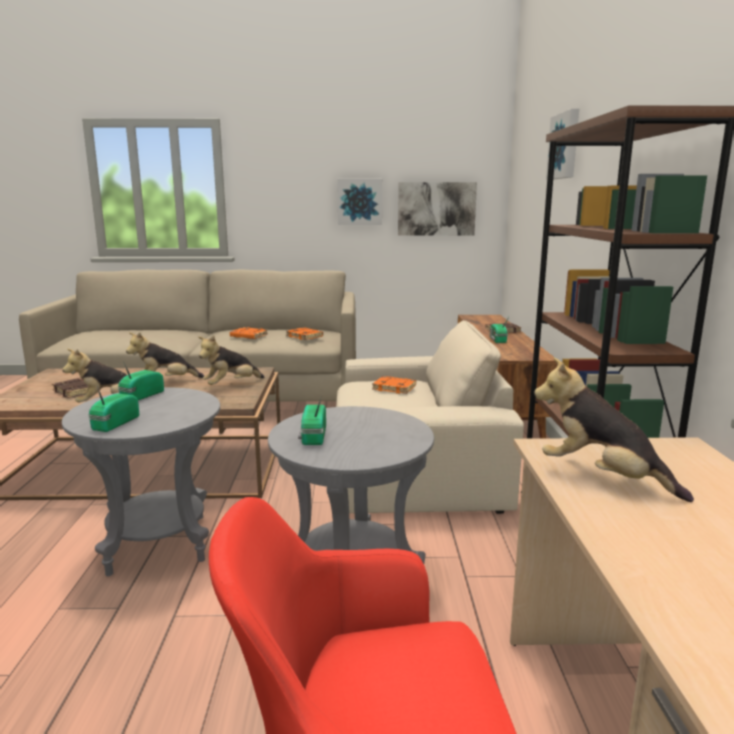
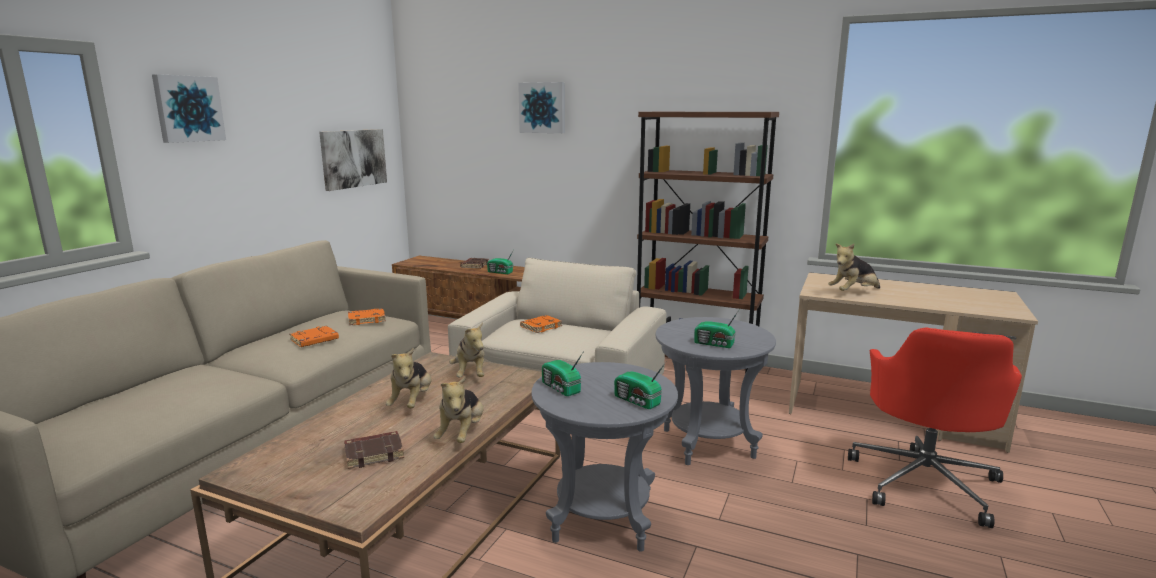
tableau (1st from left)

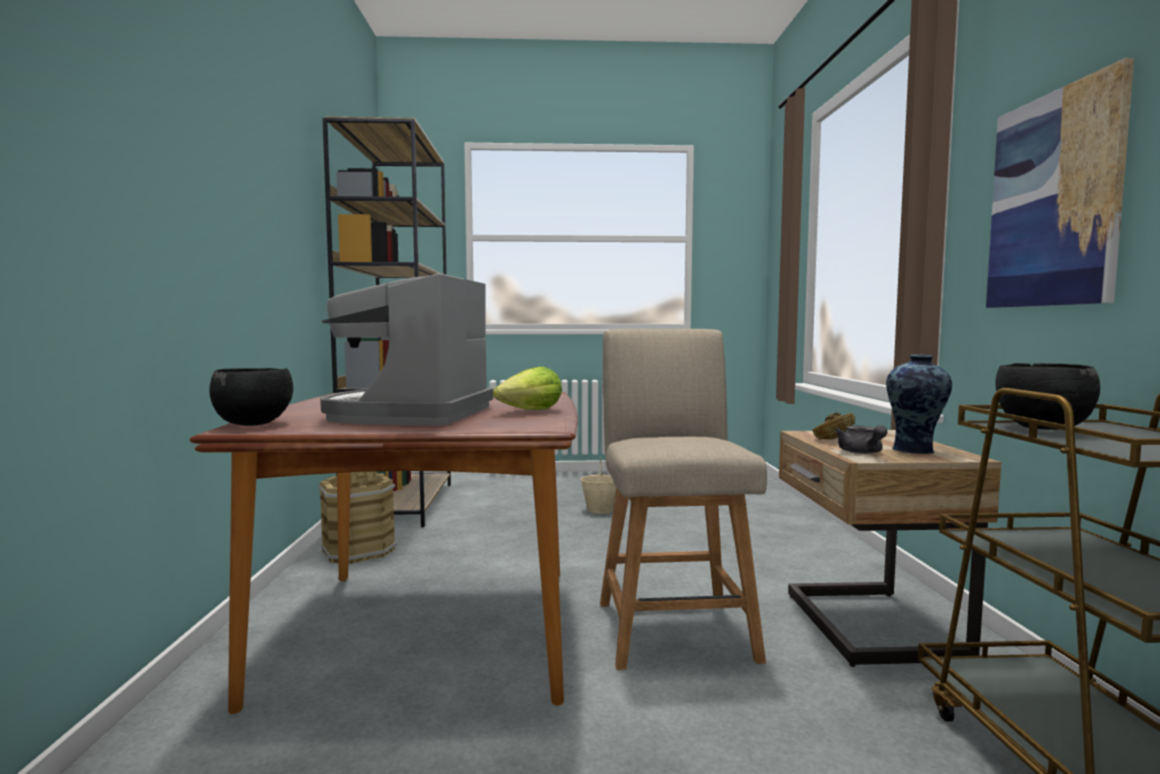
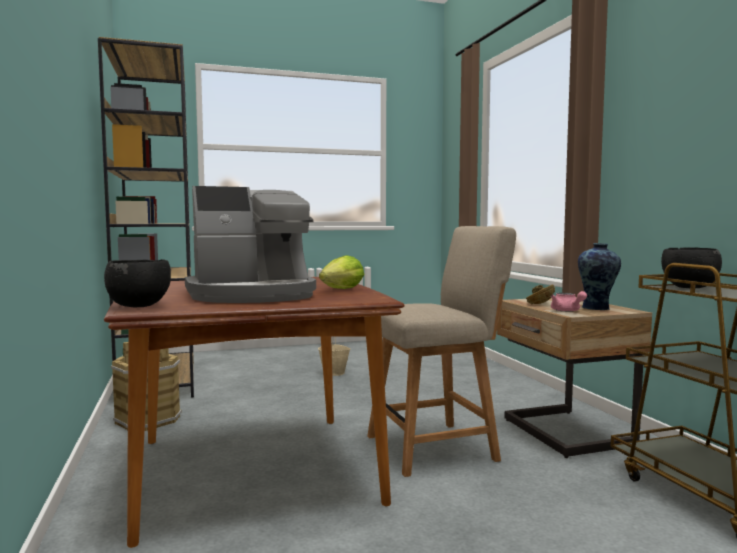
tableau
théière (rose)
machine à café
chaise (beige)

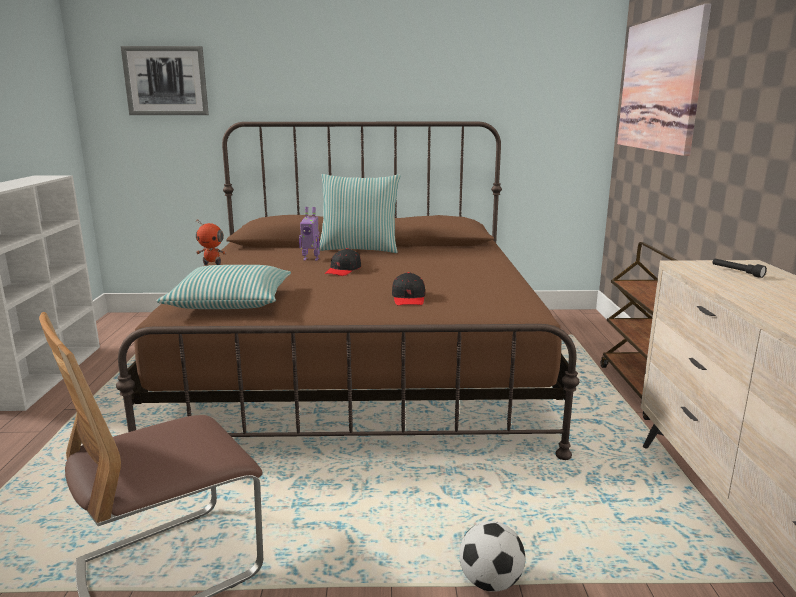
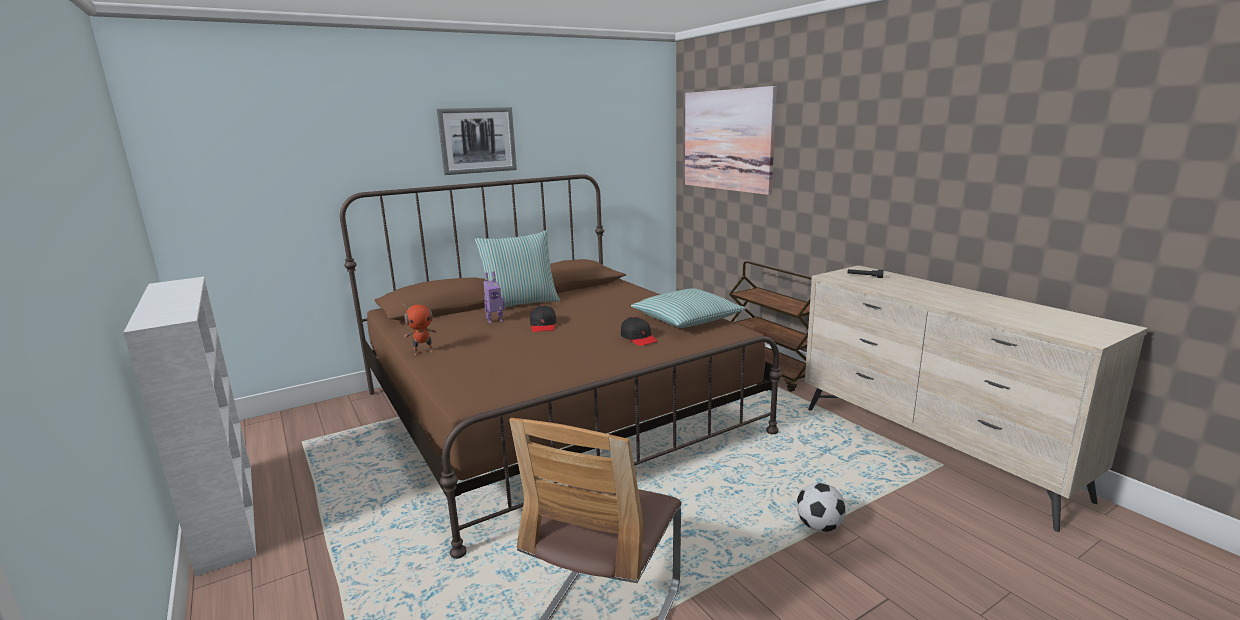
tableau (1st from left)
coussin (2nd from left)

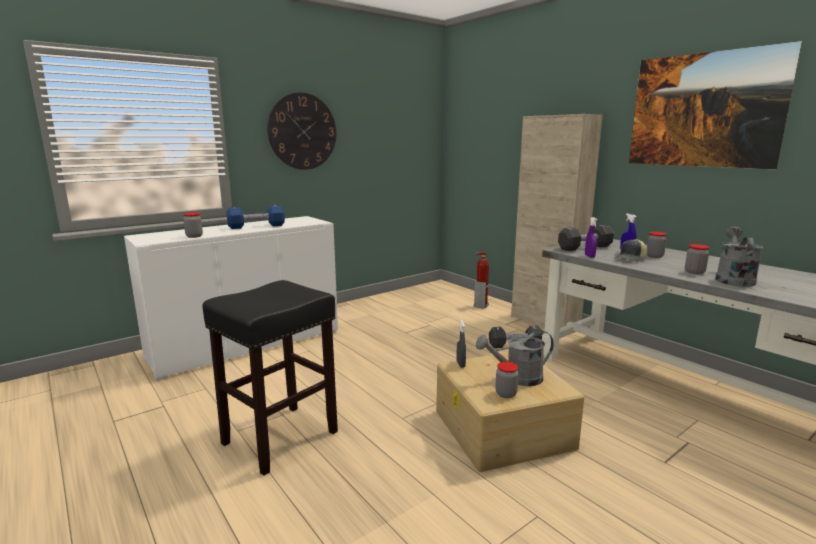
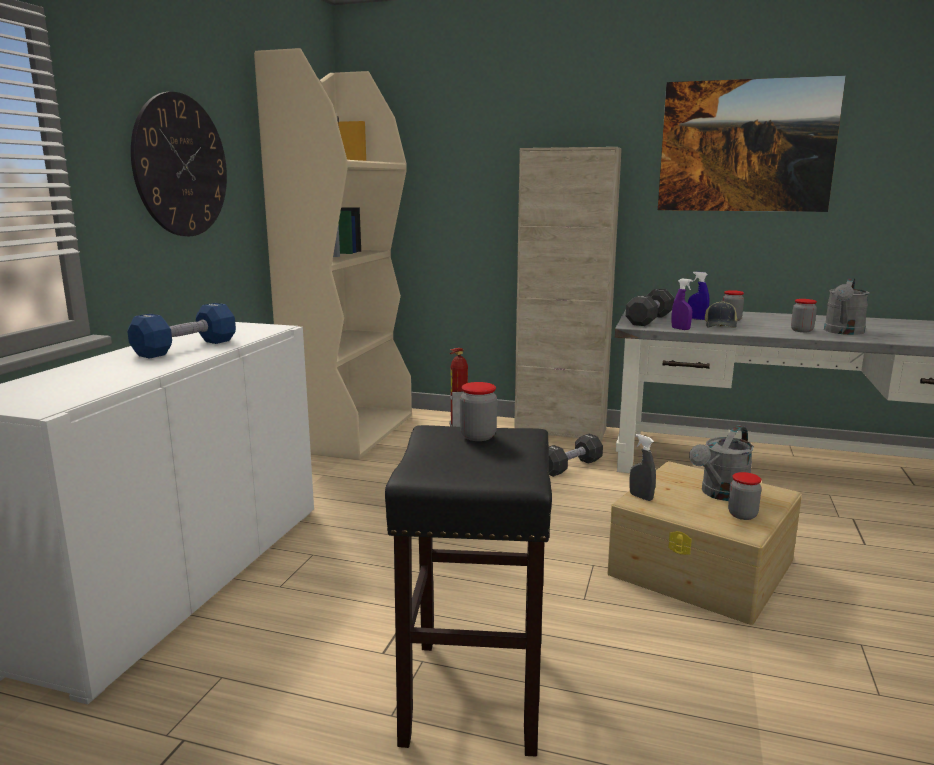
bibliothèque (beige)
bocal (1st from left)
arrosoir (gris) (2nd from left)

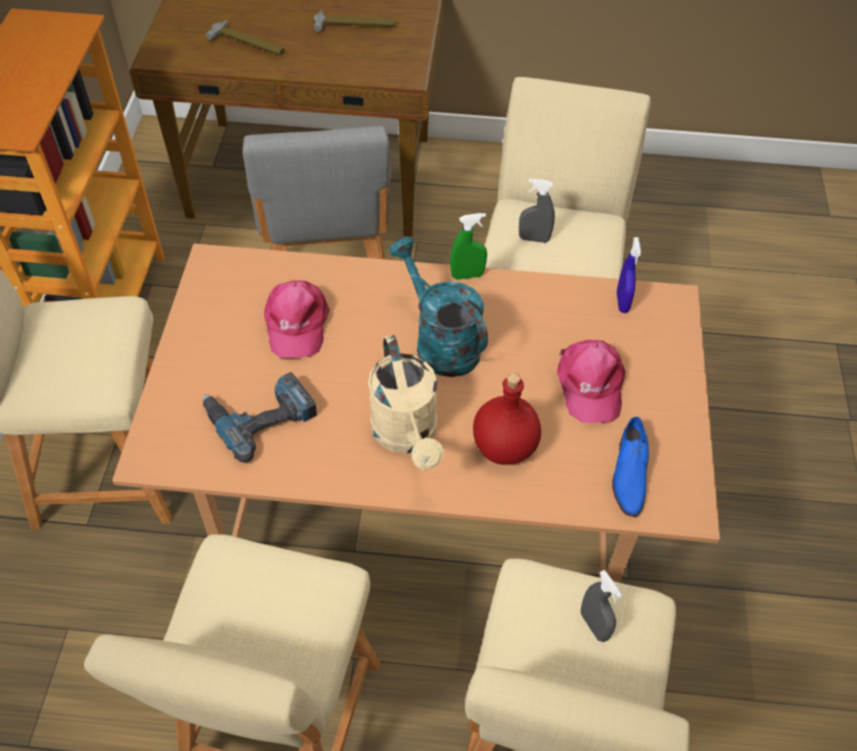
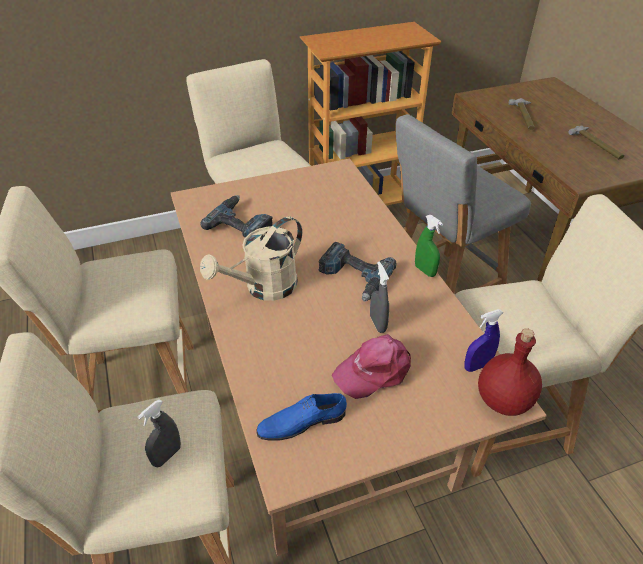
casquette (rose) (1st from left in the first image)
bouteille (rouge)
vaporisateur (gris) (2nd from left)
perceuse (2nd from left)

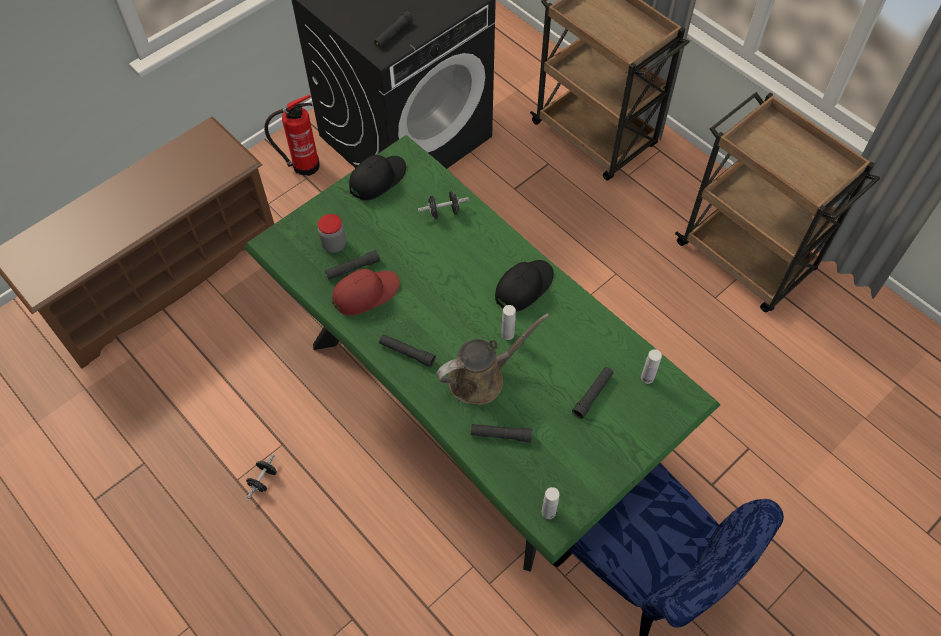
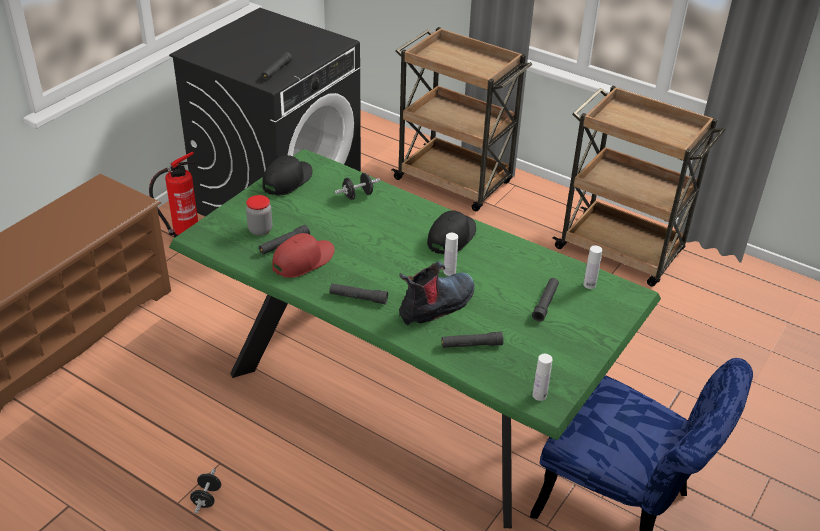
botte

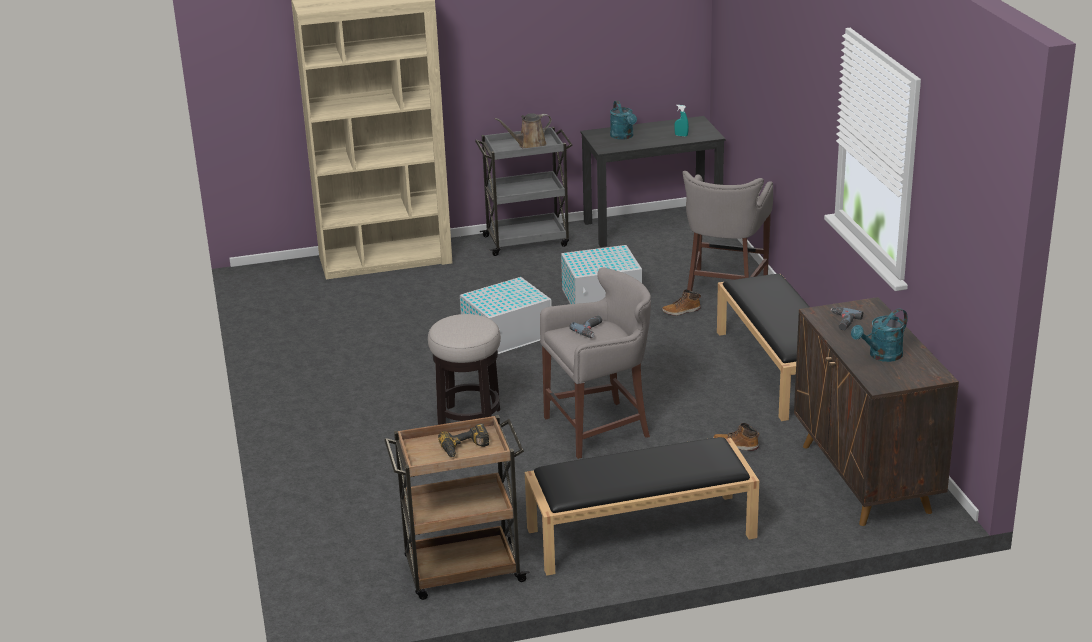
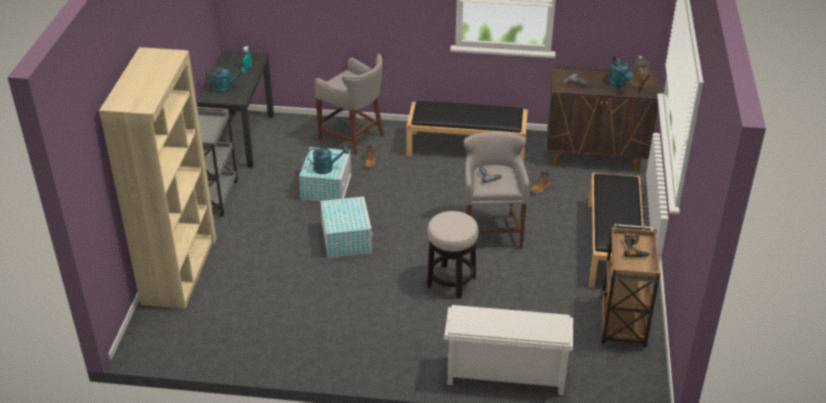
arrosoir (turquoise) (2nd from left)
étagère à chaussures (blanc)
arrosoir (marron)

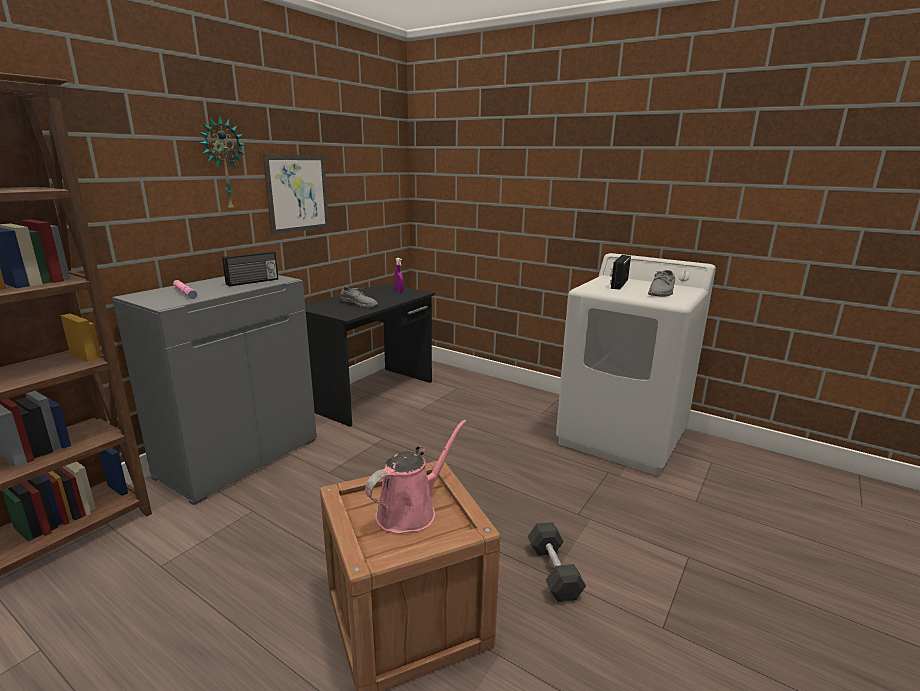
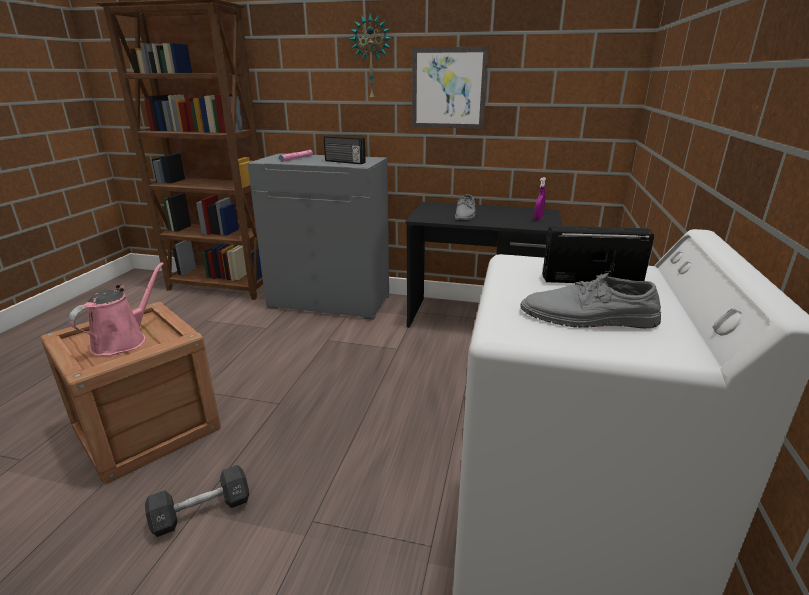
arrosoir (rose)

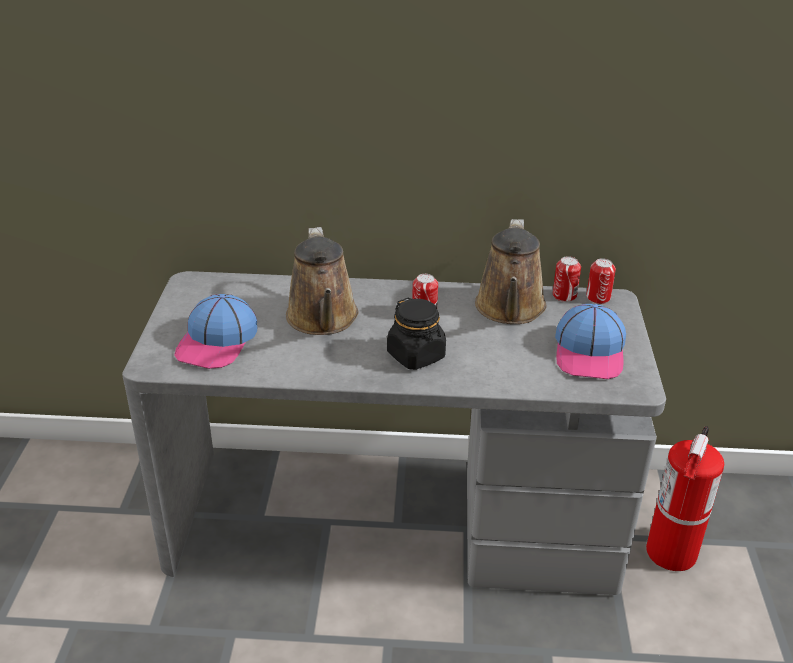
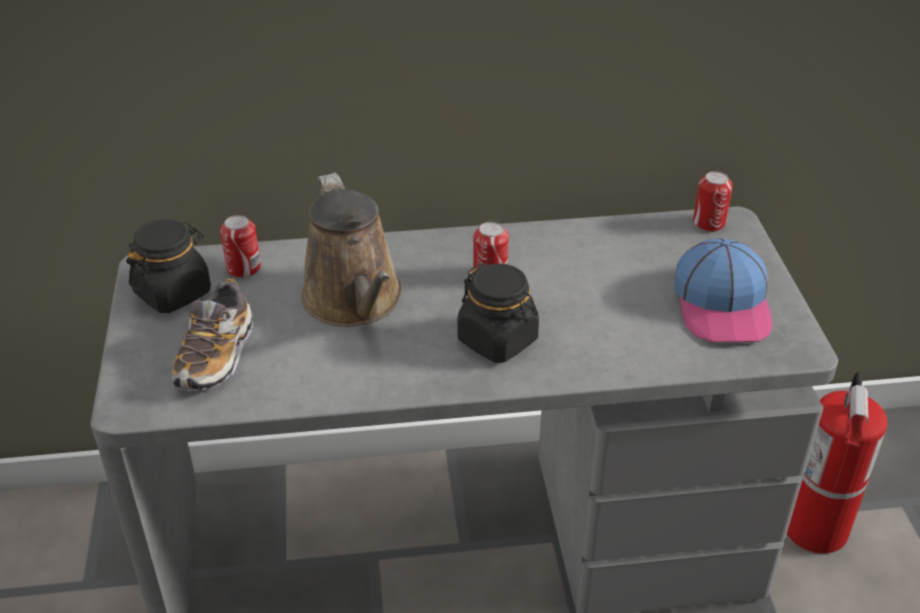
arrosoir (marron) (2nd from left in the first image)
bocal (noir) (1st from left)
boîte métallique (1st from left)
chaussure

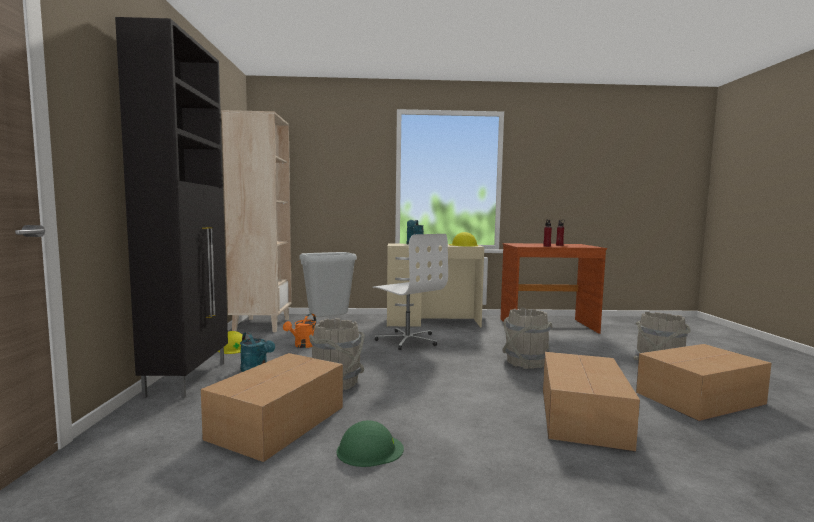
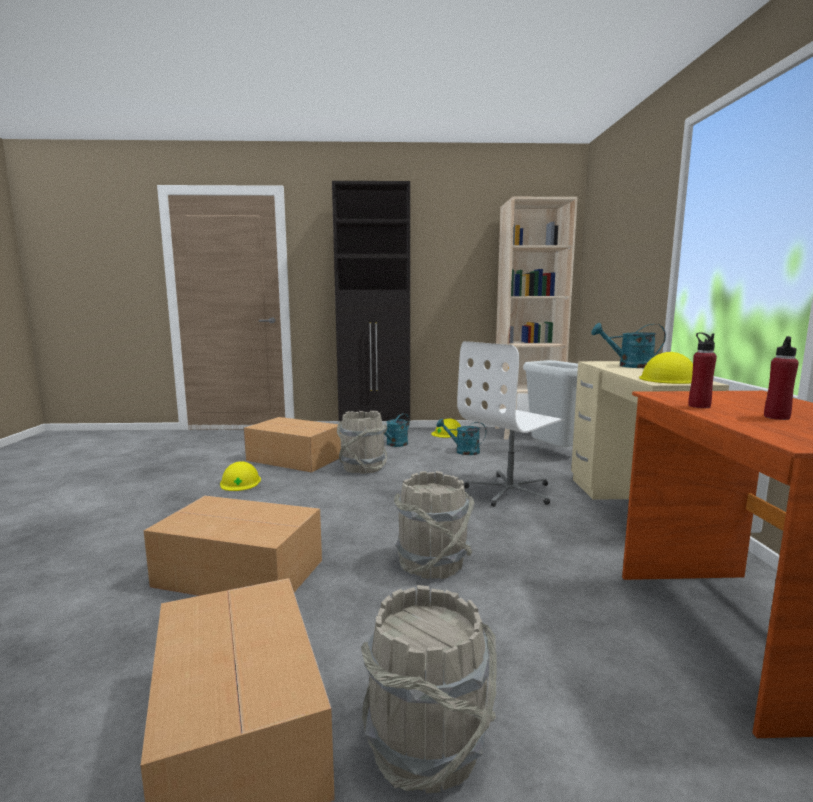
arrosoir (turquoise) (2nd from left)
casque de chantier (jaune) (1st from left)

